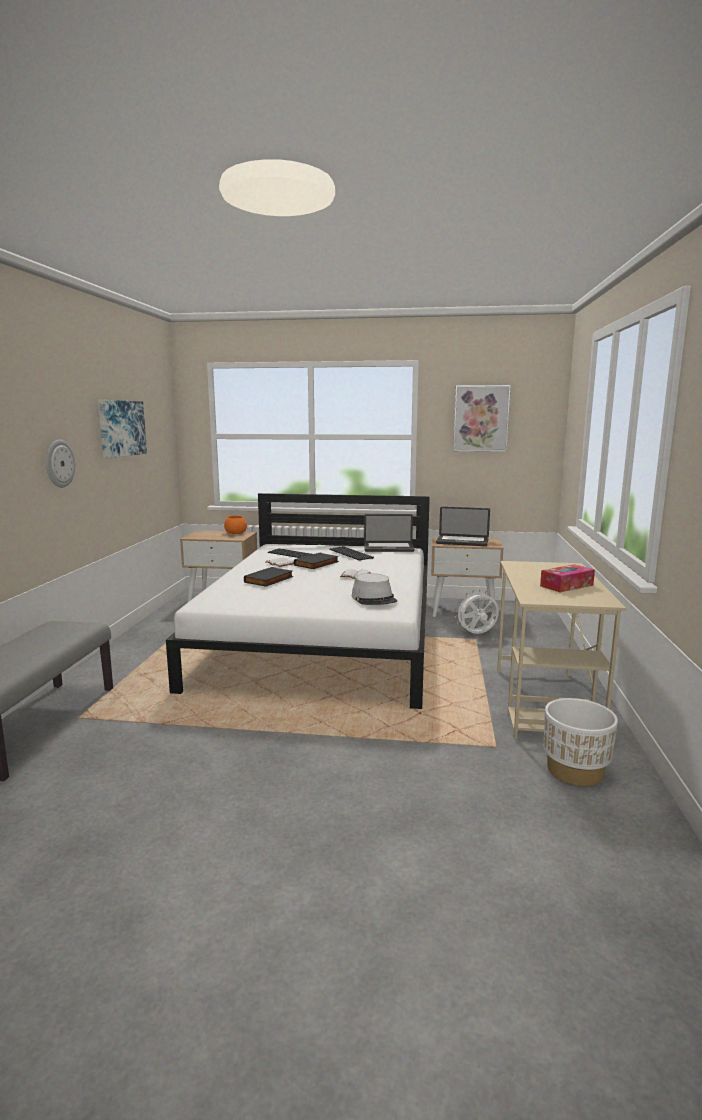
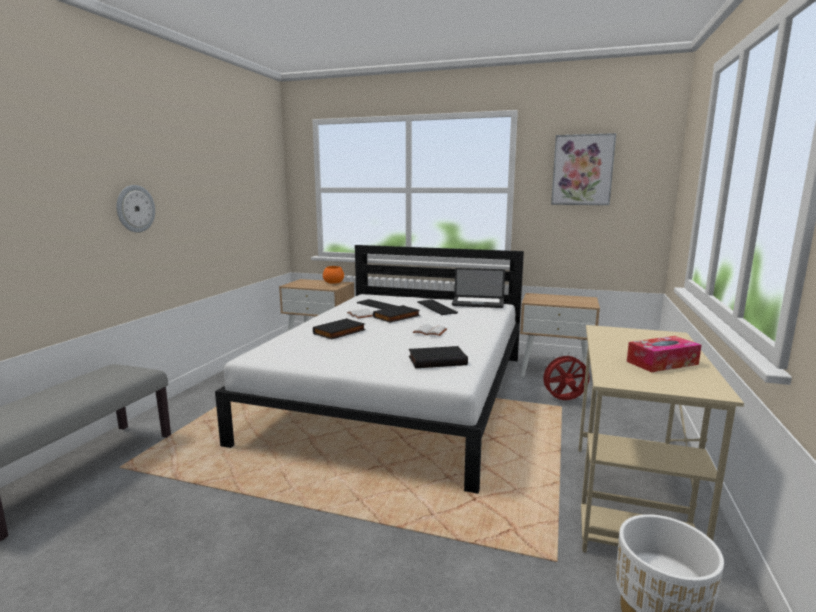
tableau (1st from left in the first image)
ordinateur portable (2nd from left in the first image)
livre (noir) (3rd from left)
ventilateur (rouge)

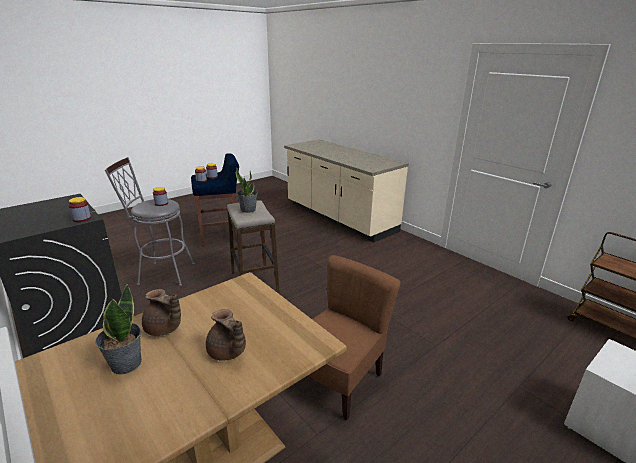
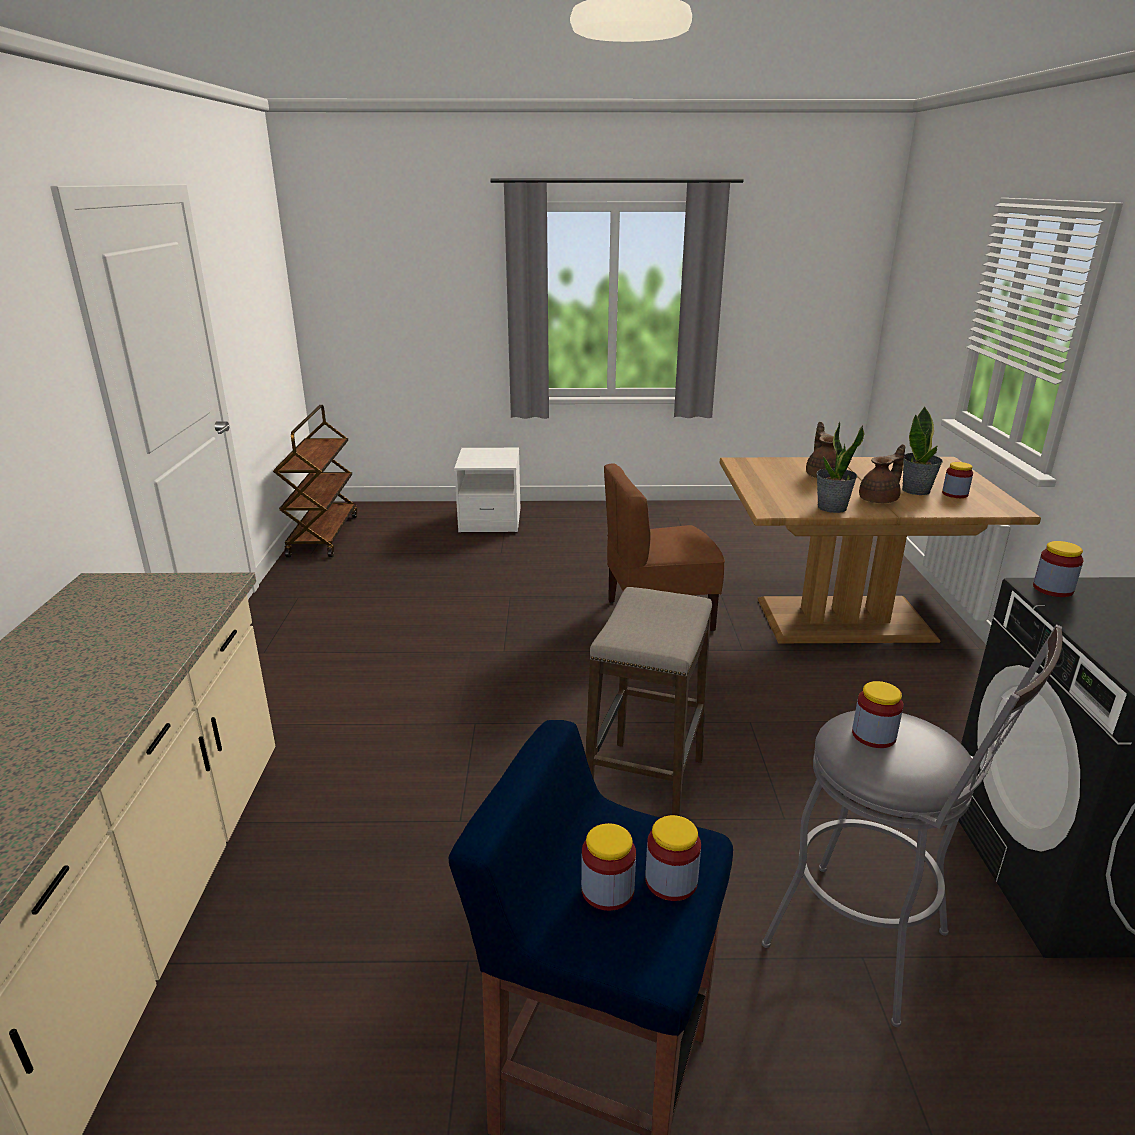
bocal (4th from left)
plante en pot (1st from left)
théière (marron) (2nd from left)

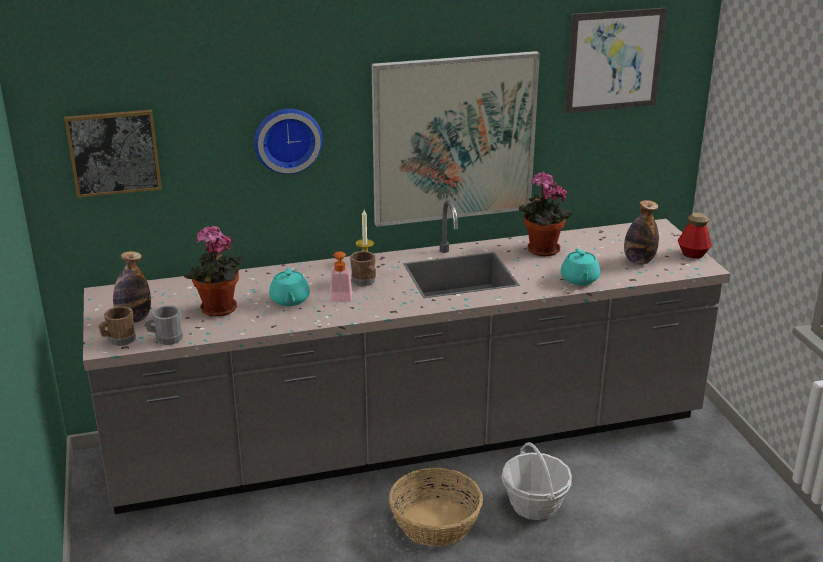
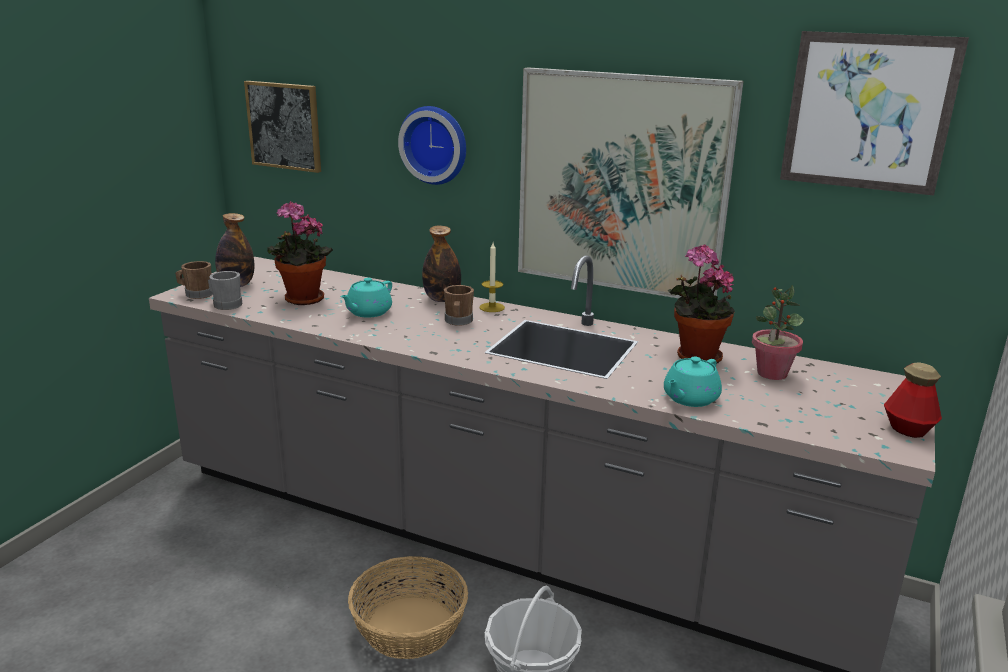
distributeur de savon
plante en pot (3rd from left)
bouteille (2nd from left)

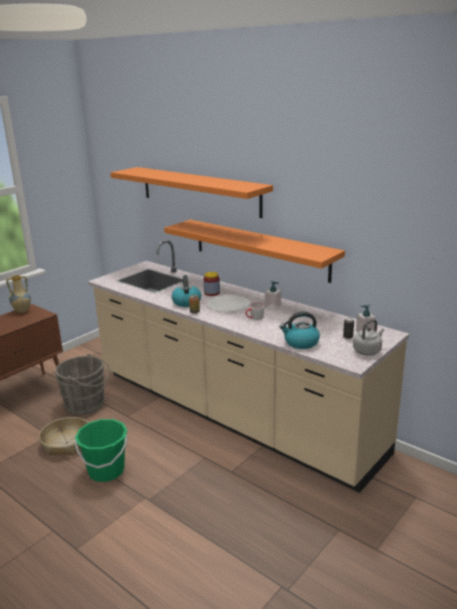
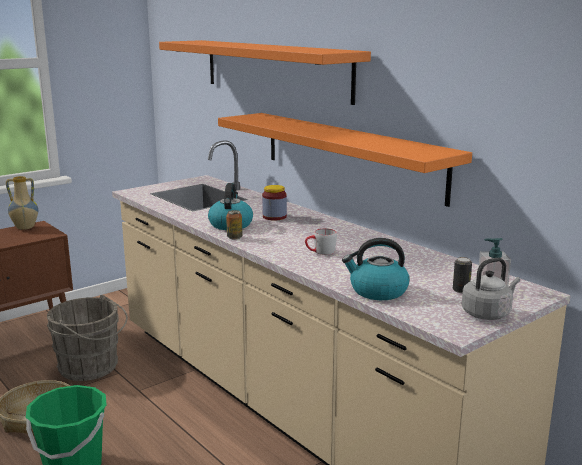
assiette (blanc)
distributeur de savon (1st from left in the first image)

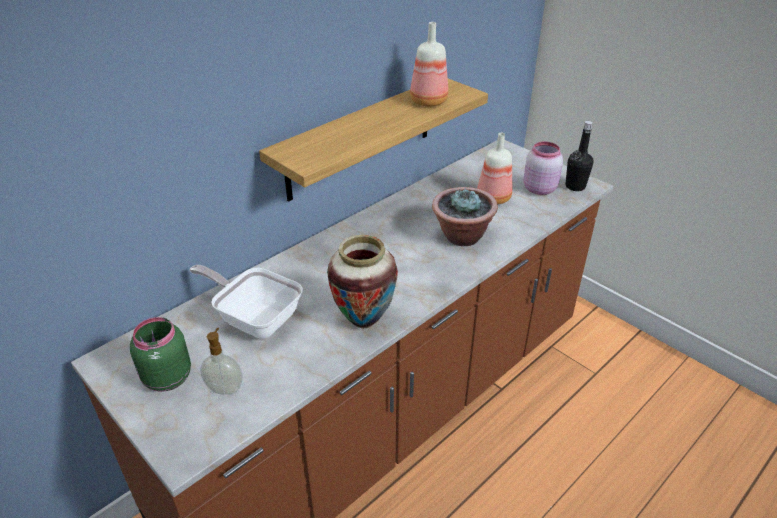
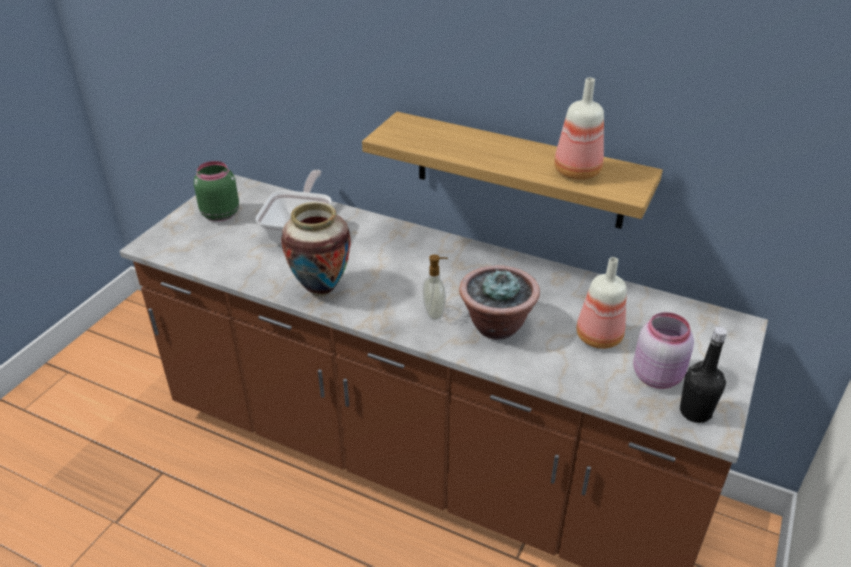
distributeur de savon

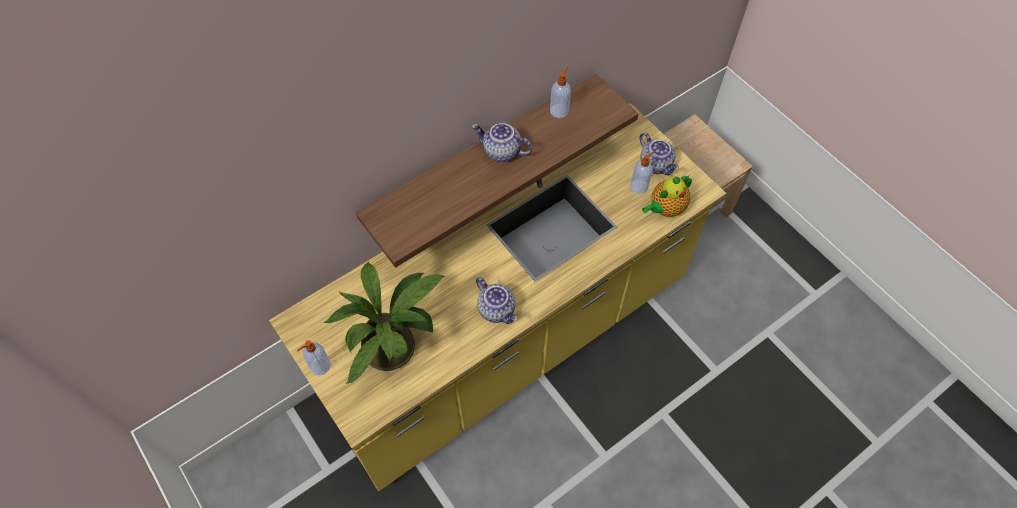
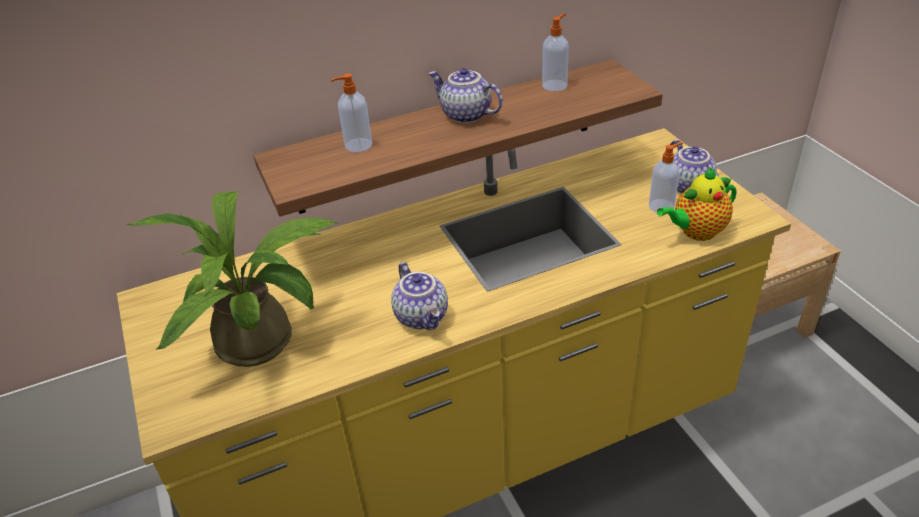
distributeur de savon (1st from left)

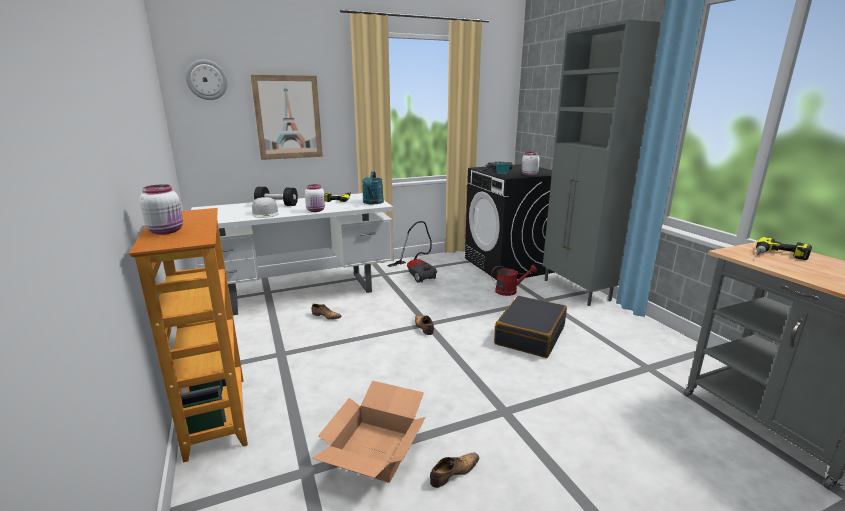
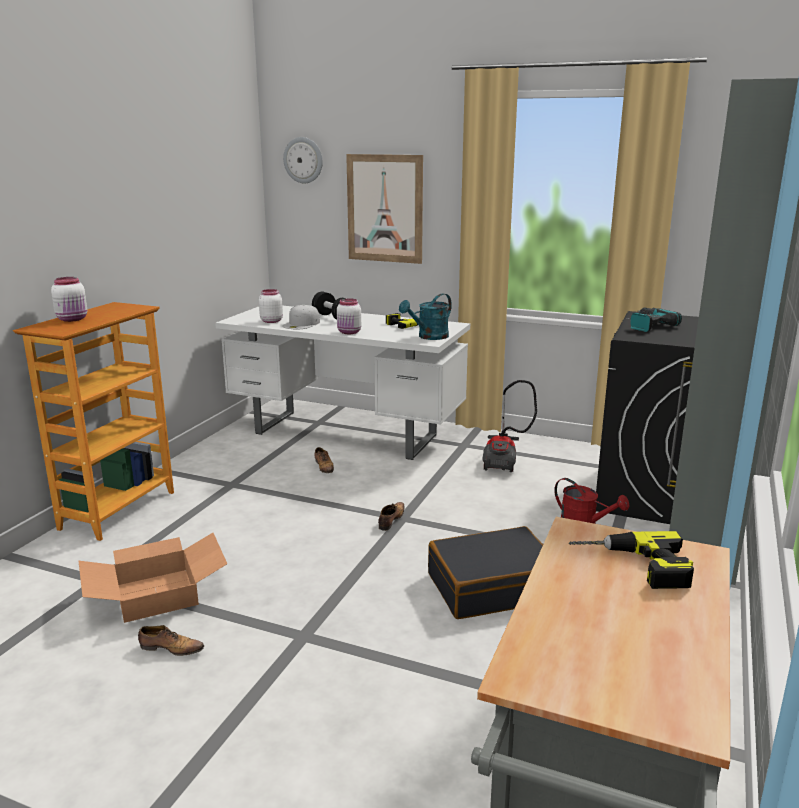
bocal (blanc) (2nd from left)

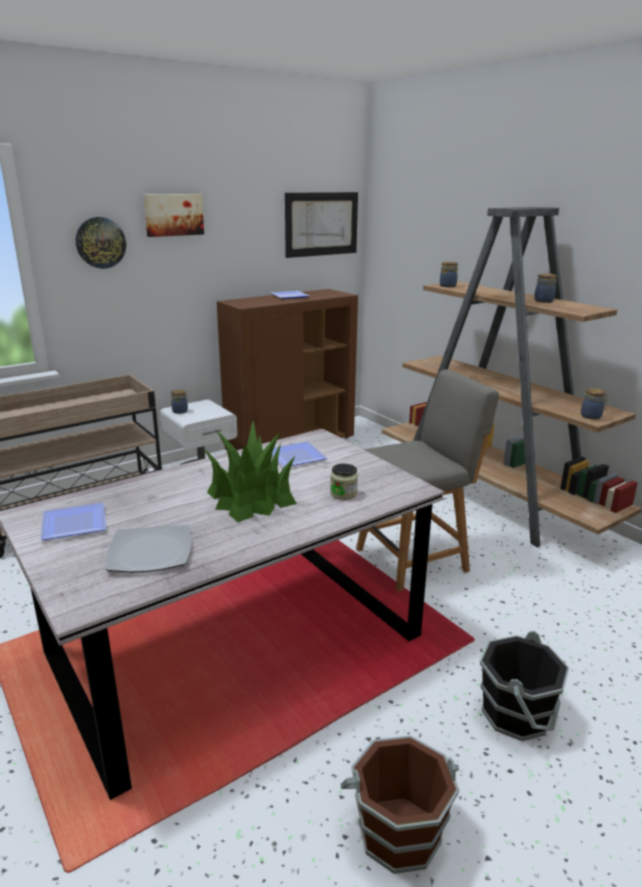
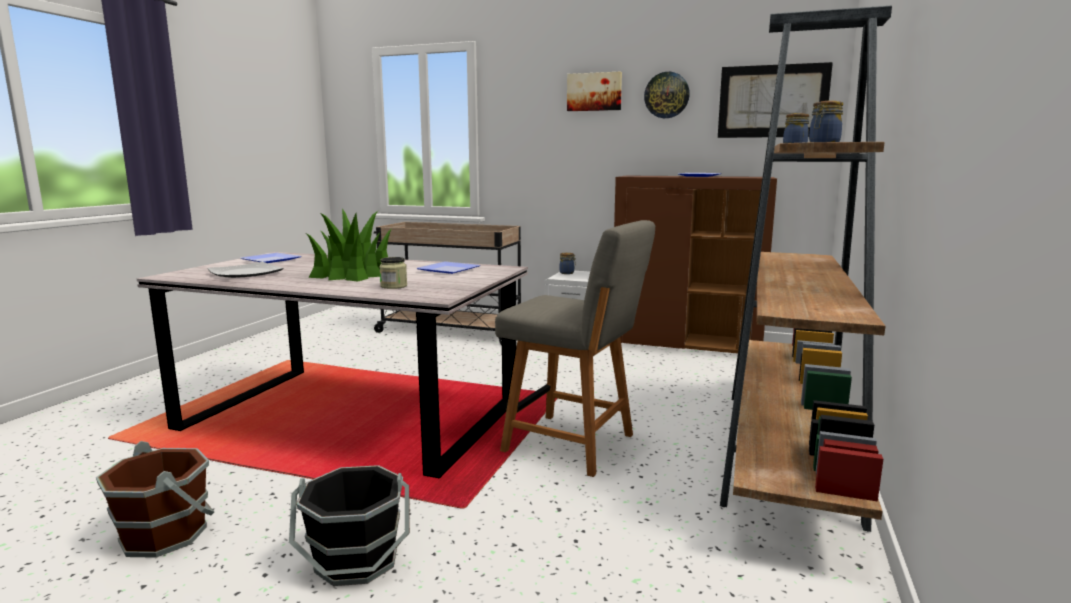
bocal (5th from left in the first image)
horloge murale

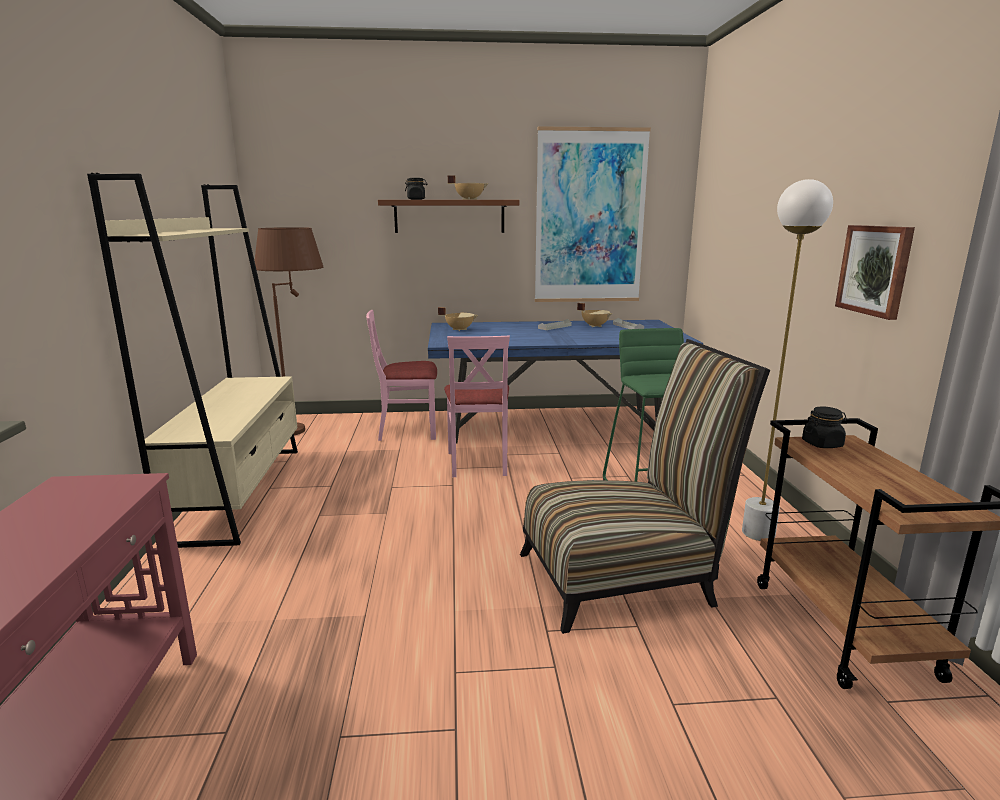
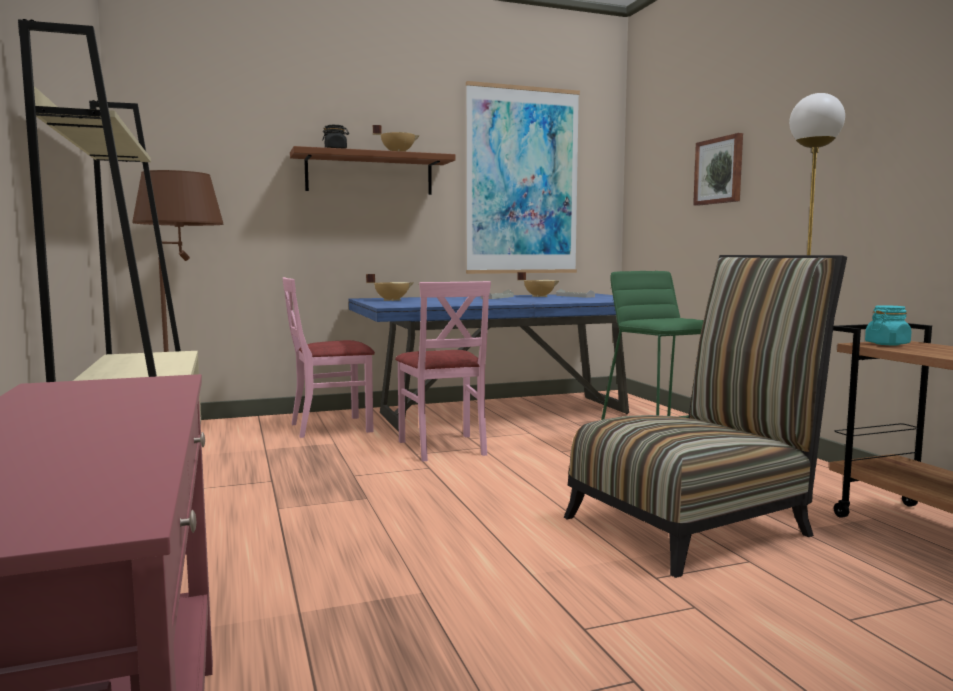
tableau (2nd from left)
bocal (turquoise)

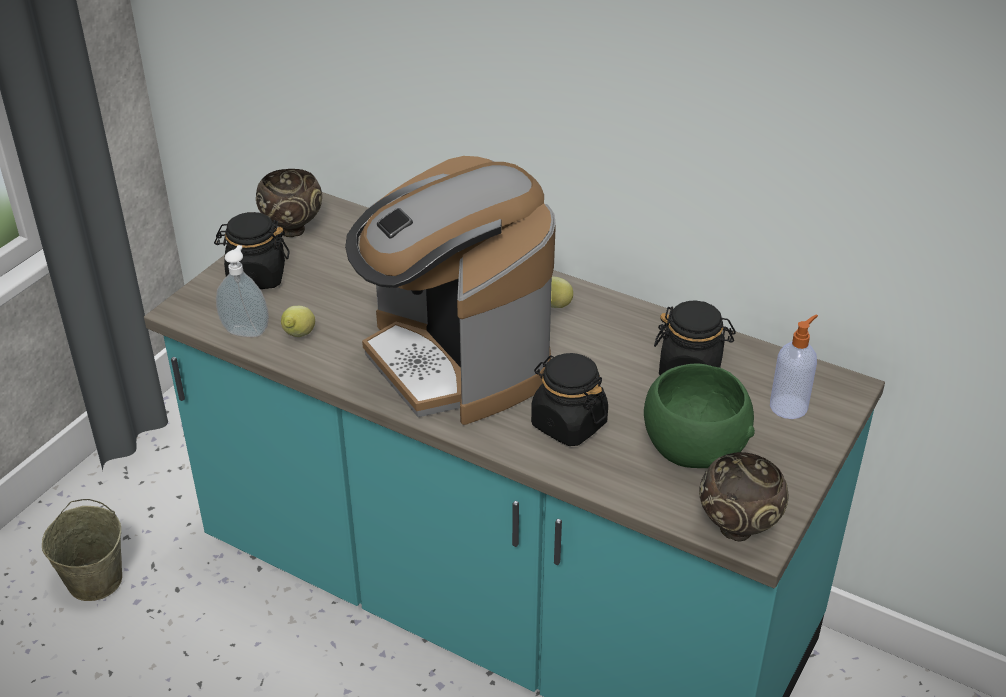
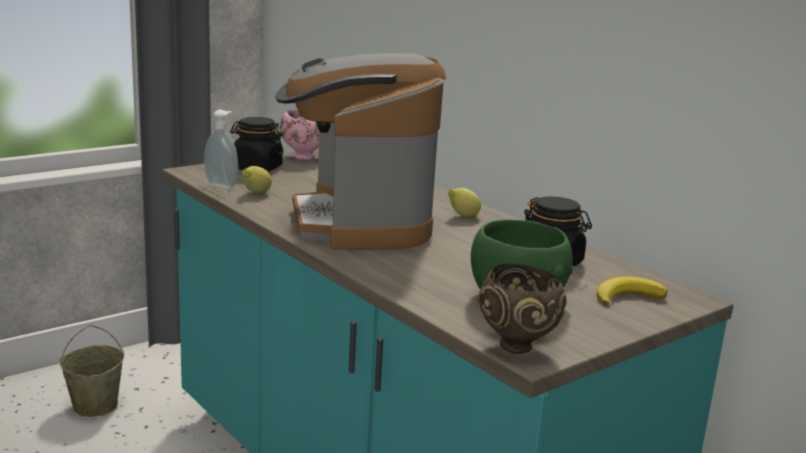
bocal (noir) (2nd from left in the first image)
banane
bol (rose)

